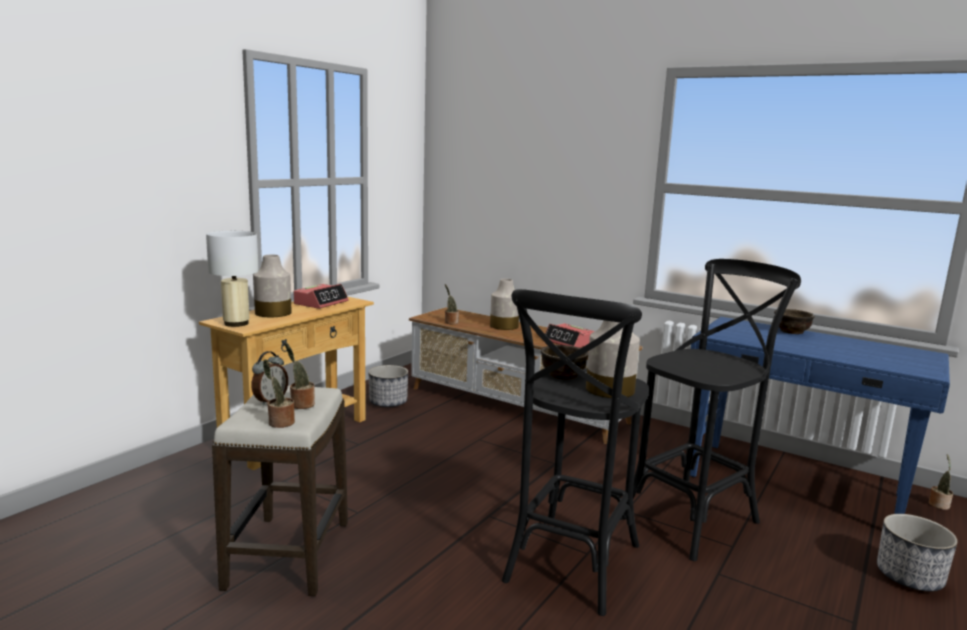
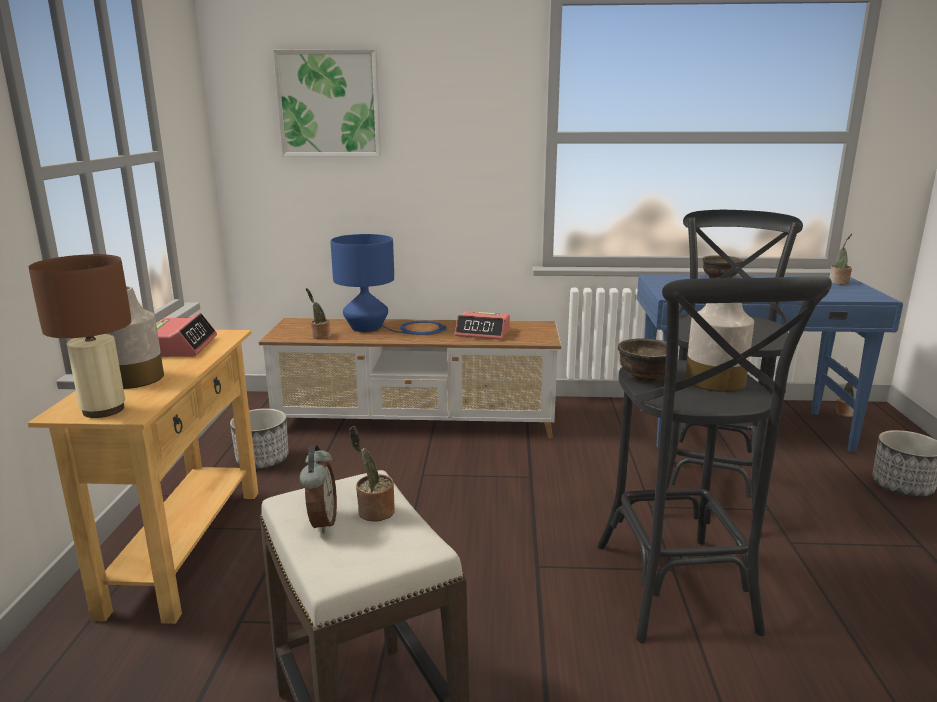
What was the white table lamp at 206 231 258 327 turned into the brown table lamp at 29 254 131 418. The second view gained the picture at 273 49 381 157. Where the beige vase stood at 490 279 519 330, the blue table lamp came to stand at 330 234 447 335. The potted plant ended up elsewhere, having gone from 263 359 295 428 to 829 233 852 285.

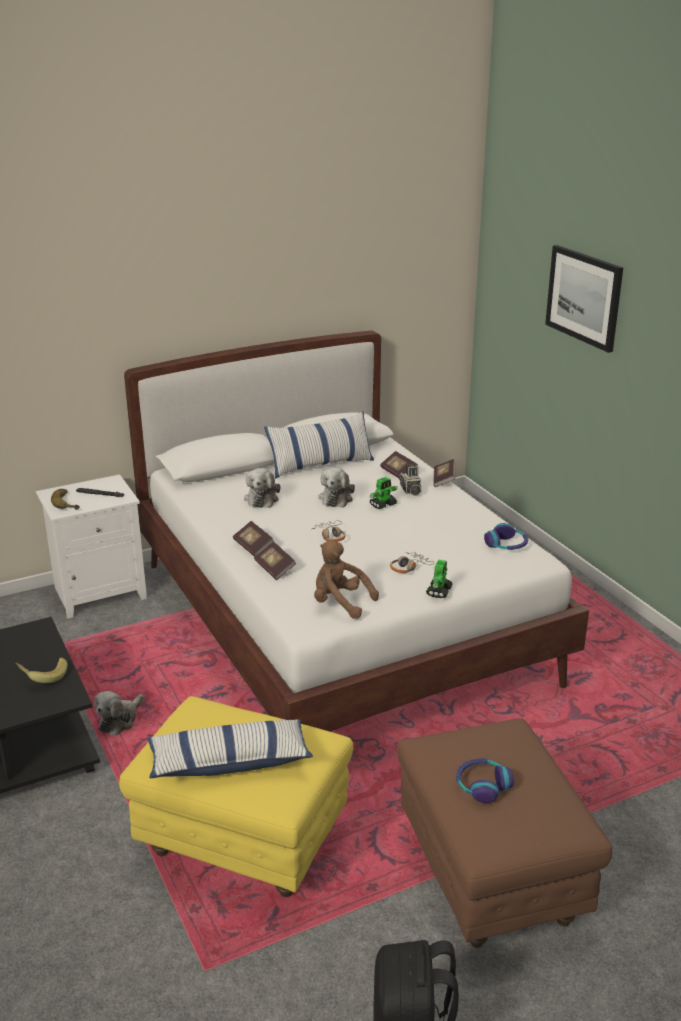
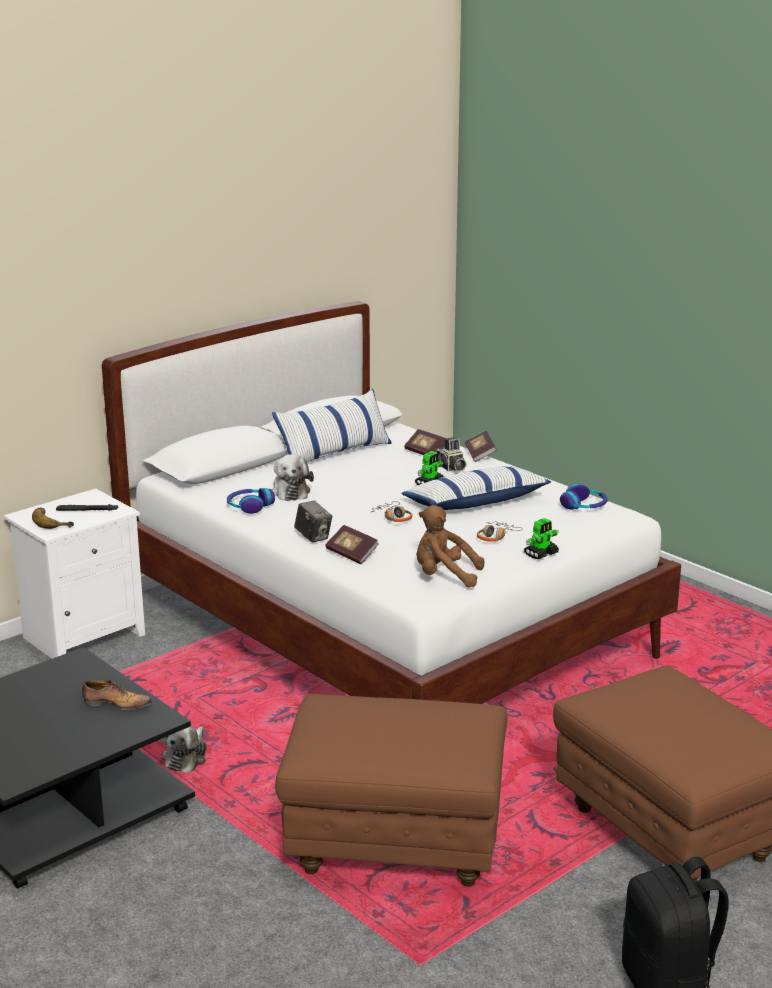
Where the banana stood at 16 657 67 683, the shoe came to stand at 82 680 152 710. The headphones ended up elsewhere, having gone from 456 758 514 803 to 227 488 275 514. What was the yellow ottoman at 119 696 353 897 turned into the brown ottoman at 275 694 508 887. Where the book stood at 233 521 274 557, the photo camera came to stand at 294 500 332 542. The pillow ended up elsewhere, having gone from 148 719 313 778 to 401 467 551 510. The toy robot at 426 559 453 598 ended up facing another way, 45 degrees clockwise from before. The second view lost the plush toy at 319 468 355 508. The second view lost the picture at 545 245 623 353.

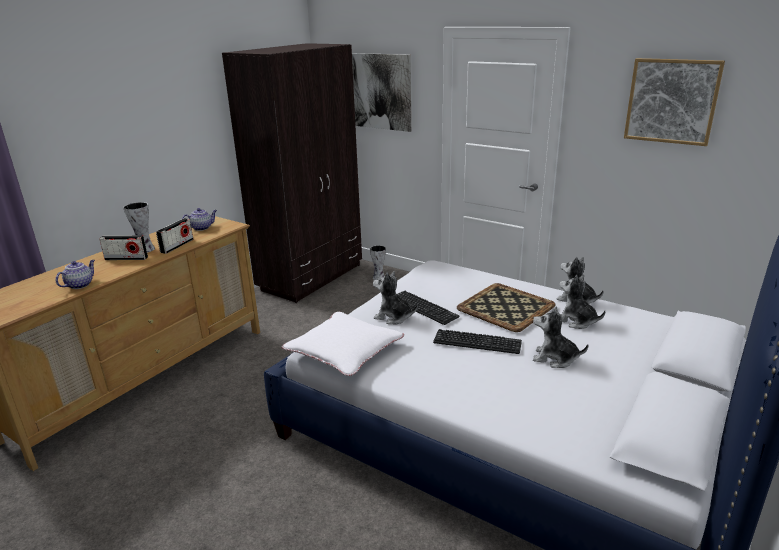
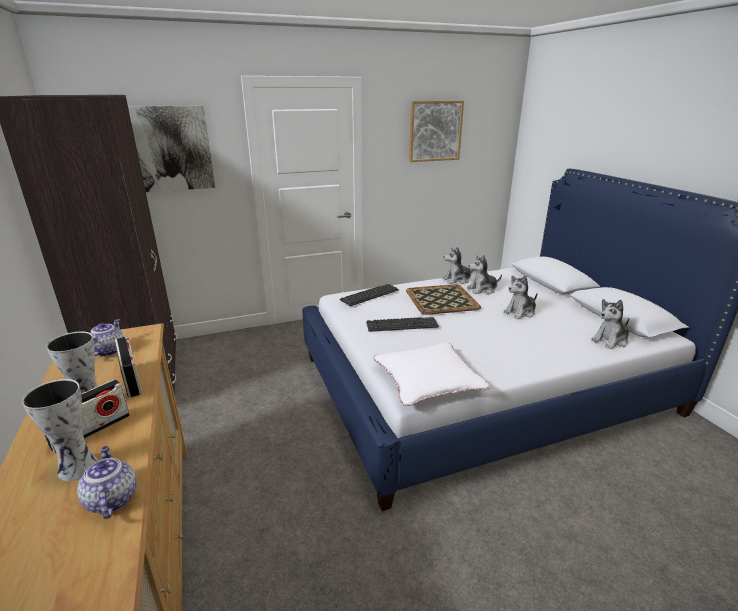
The vase ended up elsewhere, having gone from 370 245 386 280 to 22 379 98 481. The keyboard ended up elsewhere, having gone from 433 329 522 354 to 340 284 399 306. The plush toy ended up elsewhere, having gone from 373 271 418 324 to 591 299 629 349.

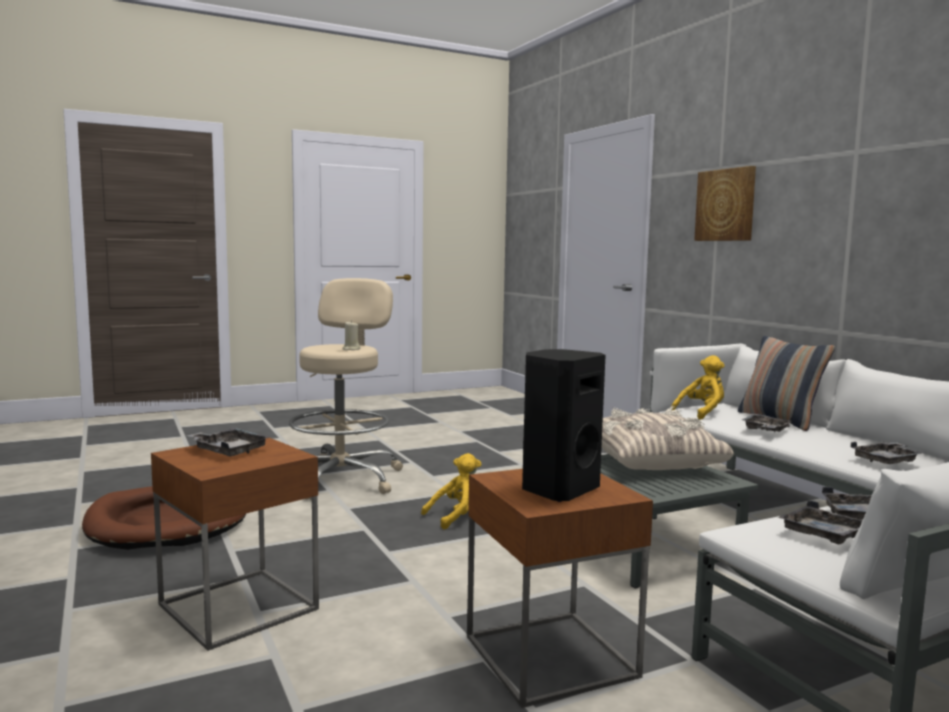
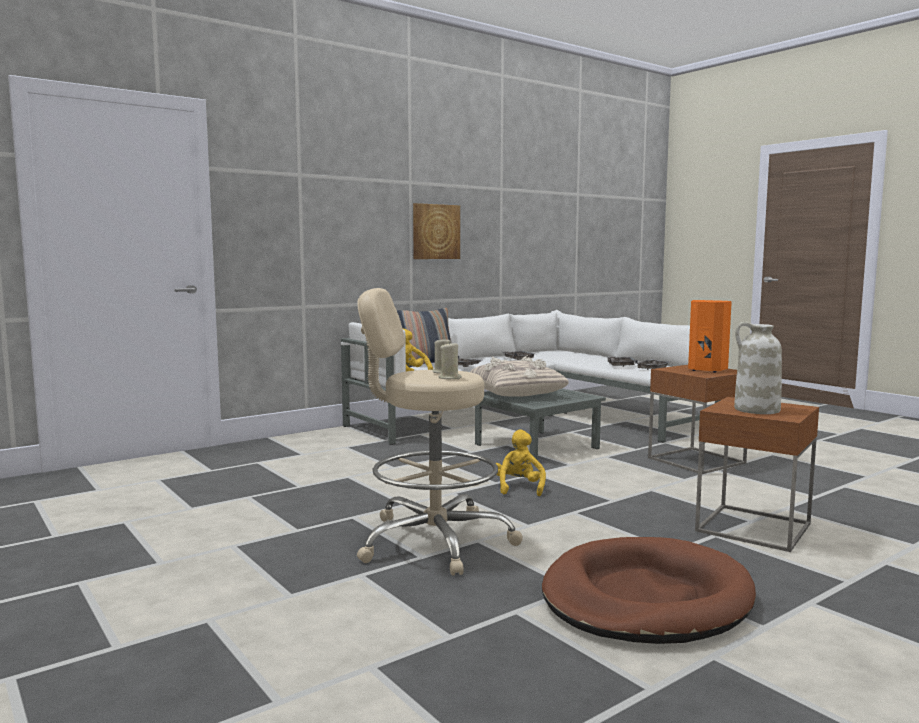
The picture ended up elsewhere, having gone from 694 166 756 241 to 413 203 460 259. The second view gained the beige candle at 439 341 462 379. The yellow plush toy at 421 453 482 529 ended up facing another way, 45 degrees clockwise from before. What was the black speaker at 522 349 606 502 turned into the orange speaker at 688 300 732 372. Where the grey tray stood at 186 428 270 456, the white vase came to stand at 734 322 782 414.

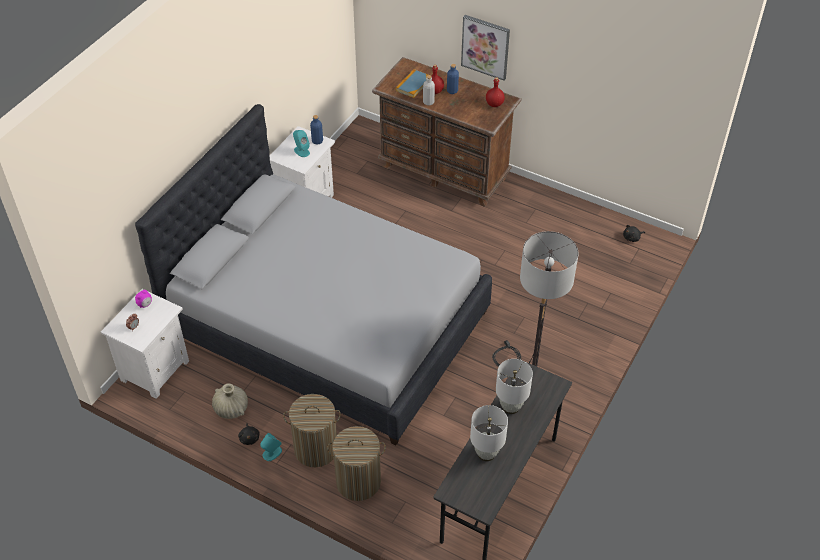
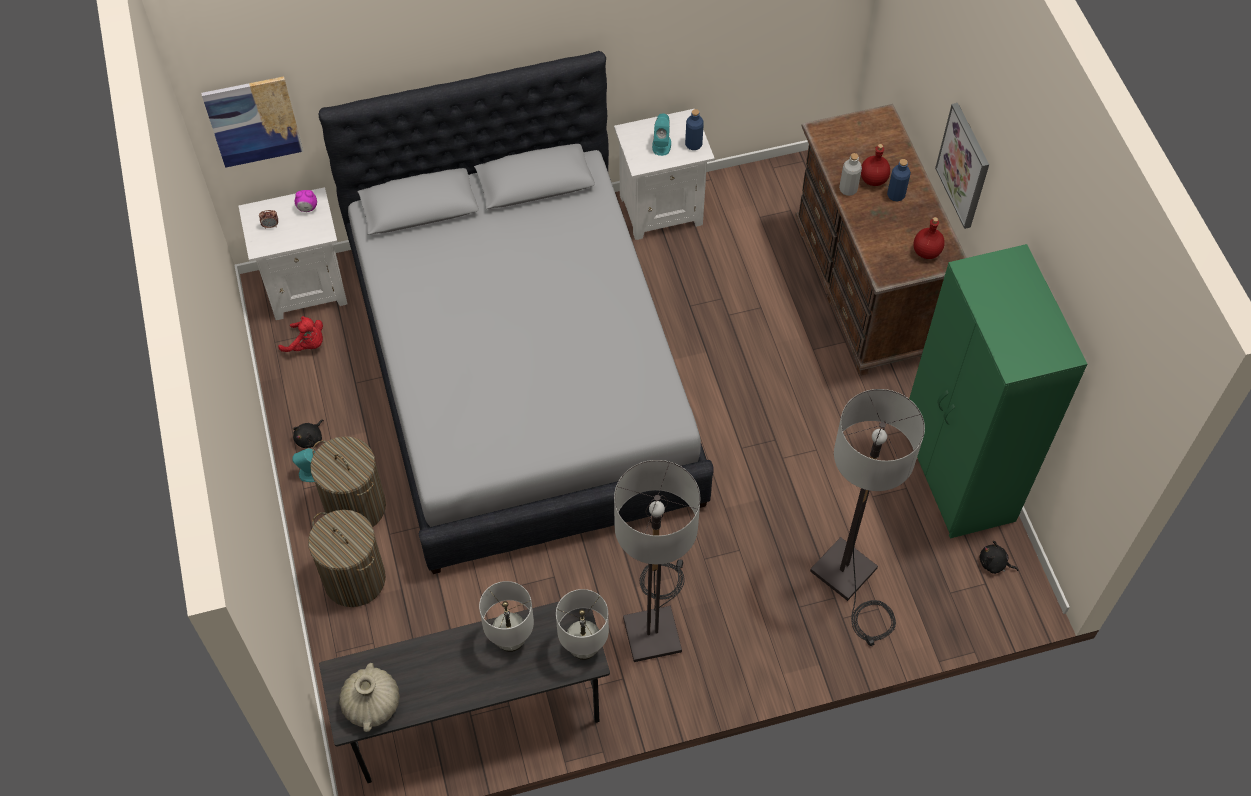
The second view gained the picture at 201 76 304 168. The second view gained the red plush toy at 278 316 323 352. The beige vase ended up elsewhere, having gone from 212 383 248 419 to 339 663 400 732. The white table lamp ended up elsewhere, having gone from 470 405 508 461 to 556 589 609 660. The second view gained the floor lamp at 810 389 925 646. The second view gained the green wardrobe at 909 244 1087 538. The second view lost the book at 396 69 428 98.

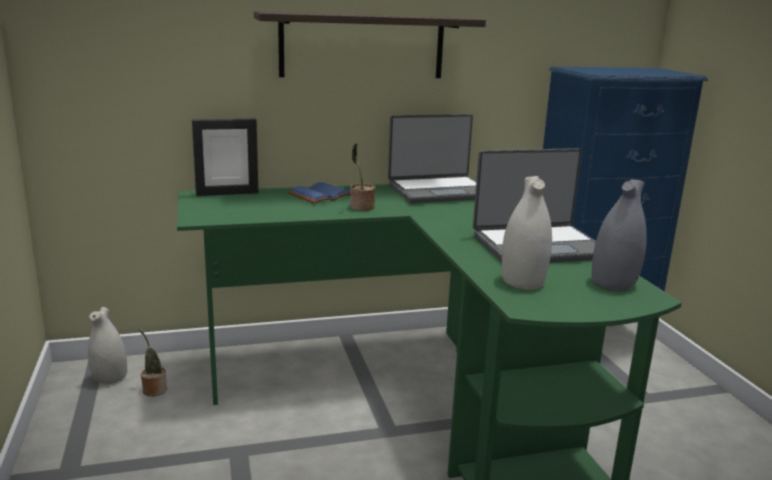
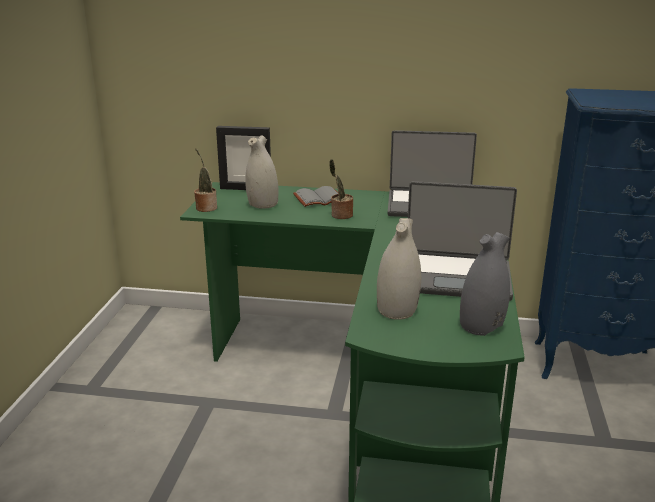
The potted plant ended up elsewhere, having gone from 139 328 167 396 to 194 148 217 212. The white vase ended up elsewhere, having gone from 88 307 127 384 to 245 135 278 209. What was the blue book at 288 182 351 203 turned into the grey book at 293 186 338 207. The second view lost the shelf at 254 11 486 78.

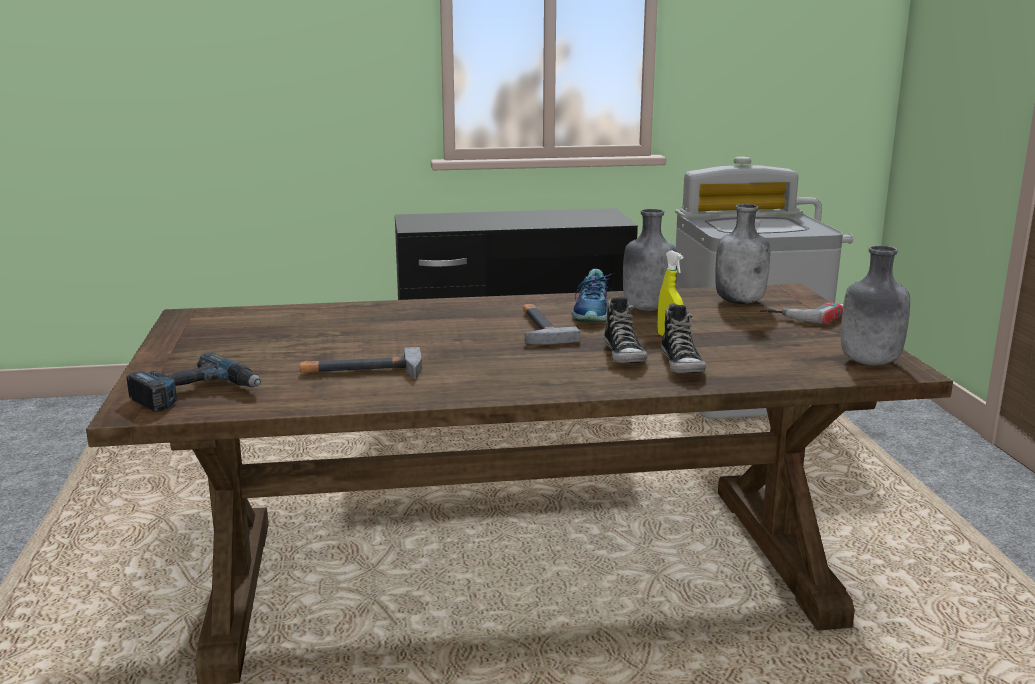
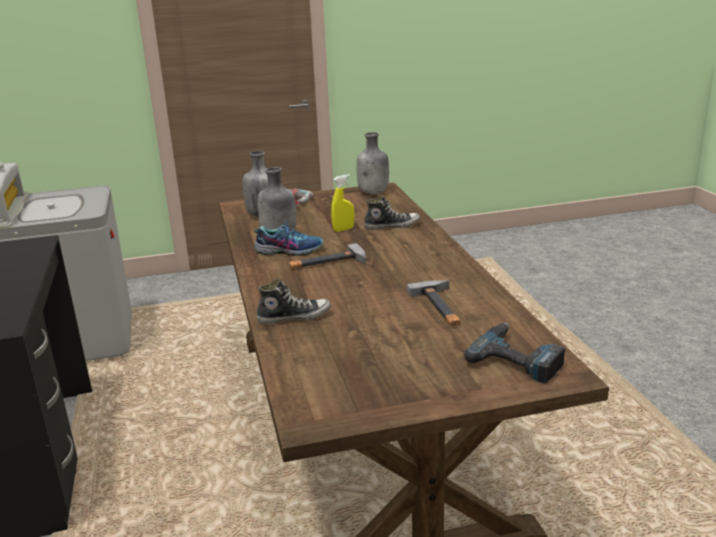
The shoe ended up elsewhere, having gone from 604 296 647 365 to 257 279 331 324.

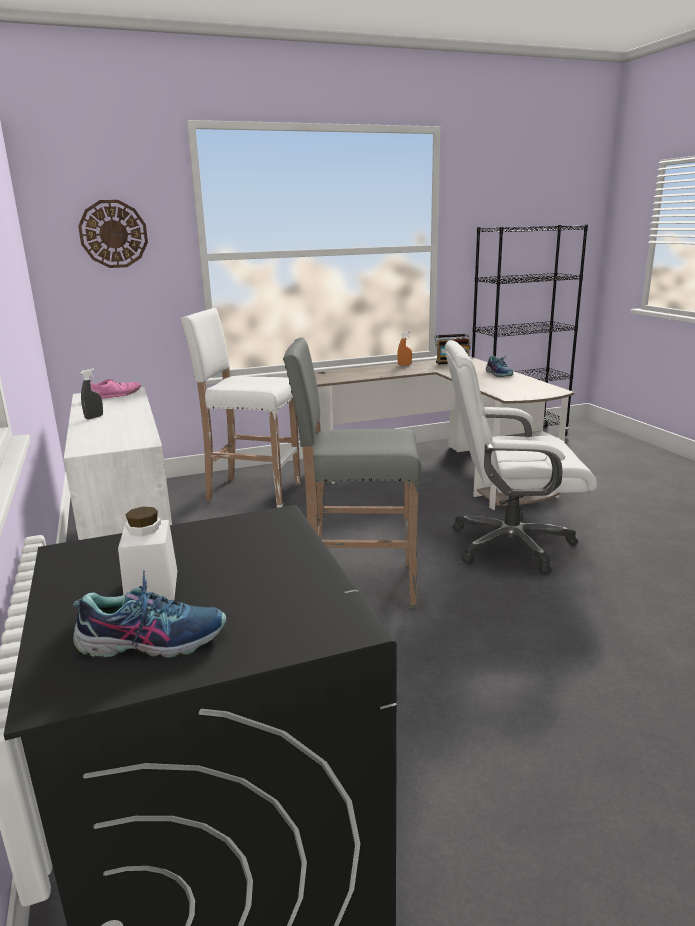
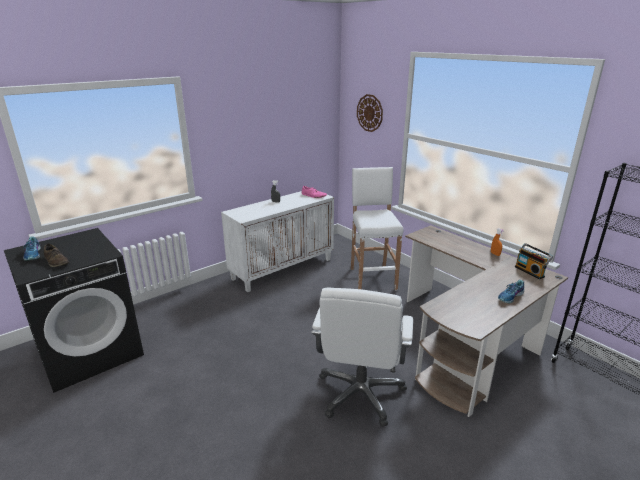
The second view gained the brown shoe at 44 243 70 267. The white office chair at 445 340 597 574 ended up facing another way, 150 degrees counterclockwise from before. The second view lost the white jar at 118 507 177 600. The second view lost the grey stool at 283 338 421 608.

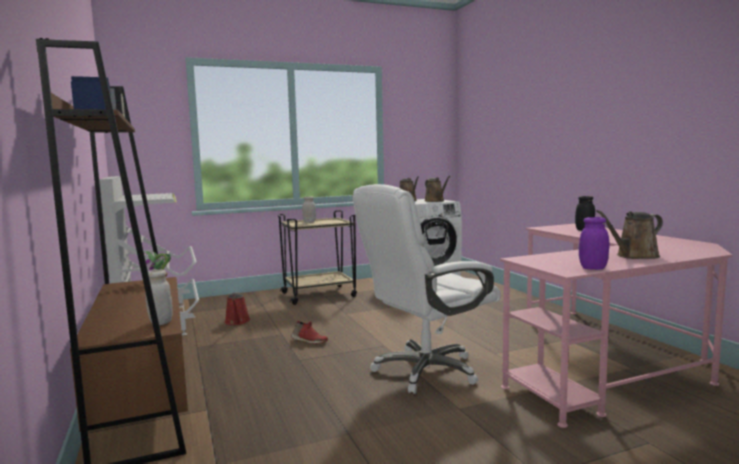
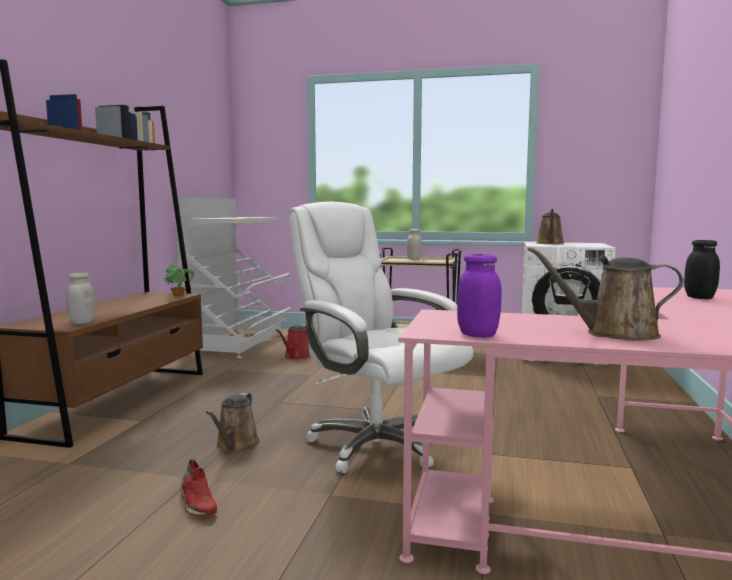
The red shoe ended up elsewhere, having gone from 291 321 328 344 to 180 459 217 516. The brown watering can ended up elsewhere, having gone from 424 176 450 202 to 206 393 260 452. The white office chair at 353 184 501 394 ended up facing another way, 45 degrees clockwise from before.

